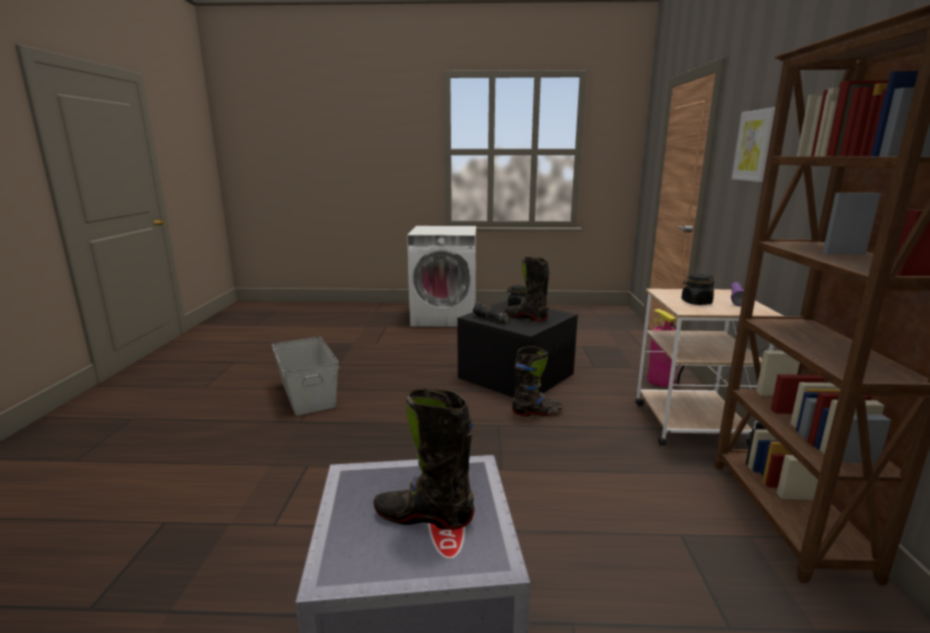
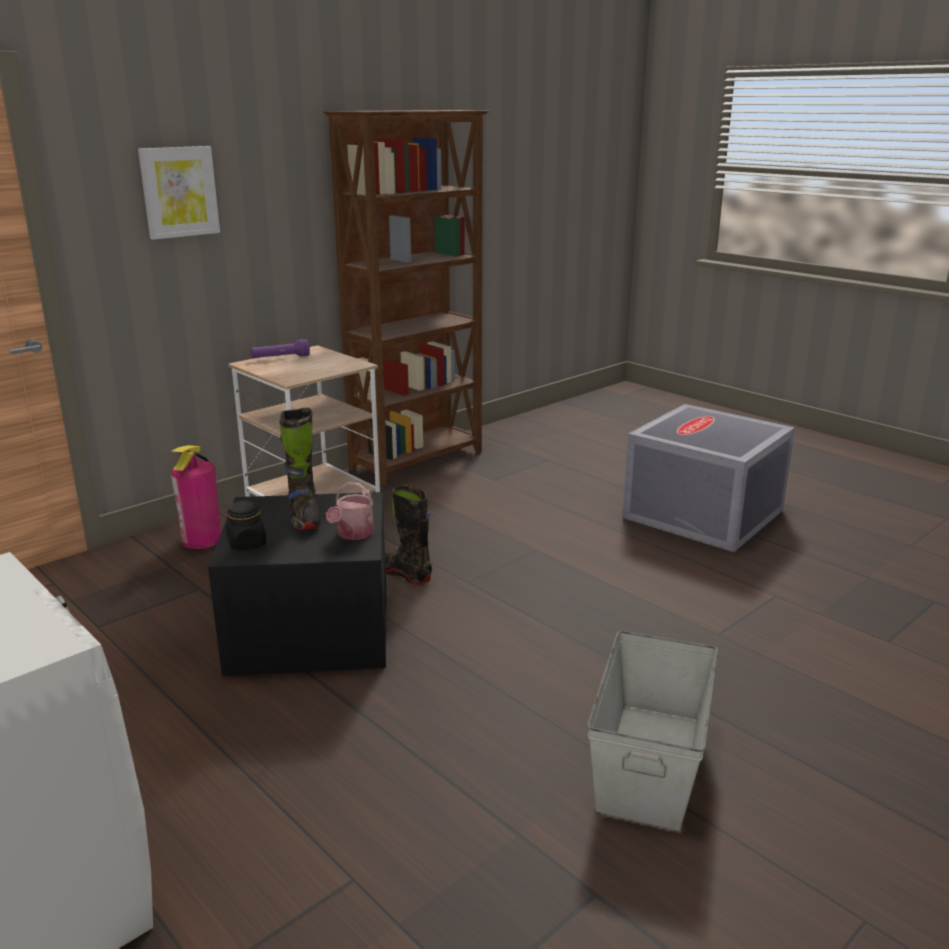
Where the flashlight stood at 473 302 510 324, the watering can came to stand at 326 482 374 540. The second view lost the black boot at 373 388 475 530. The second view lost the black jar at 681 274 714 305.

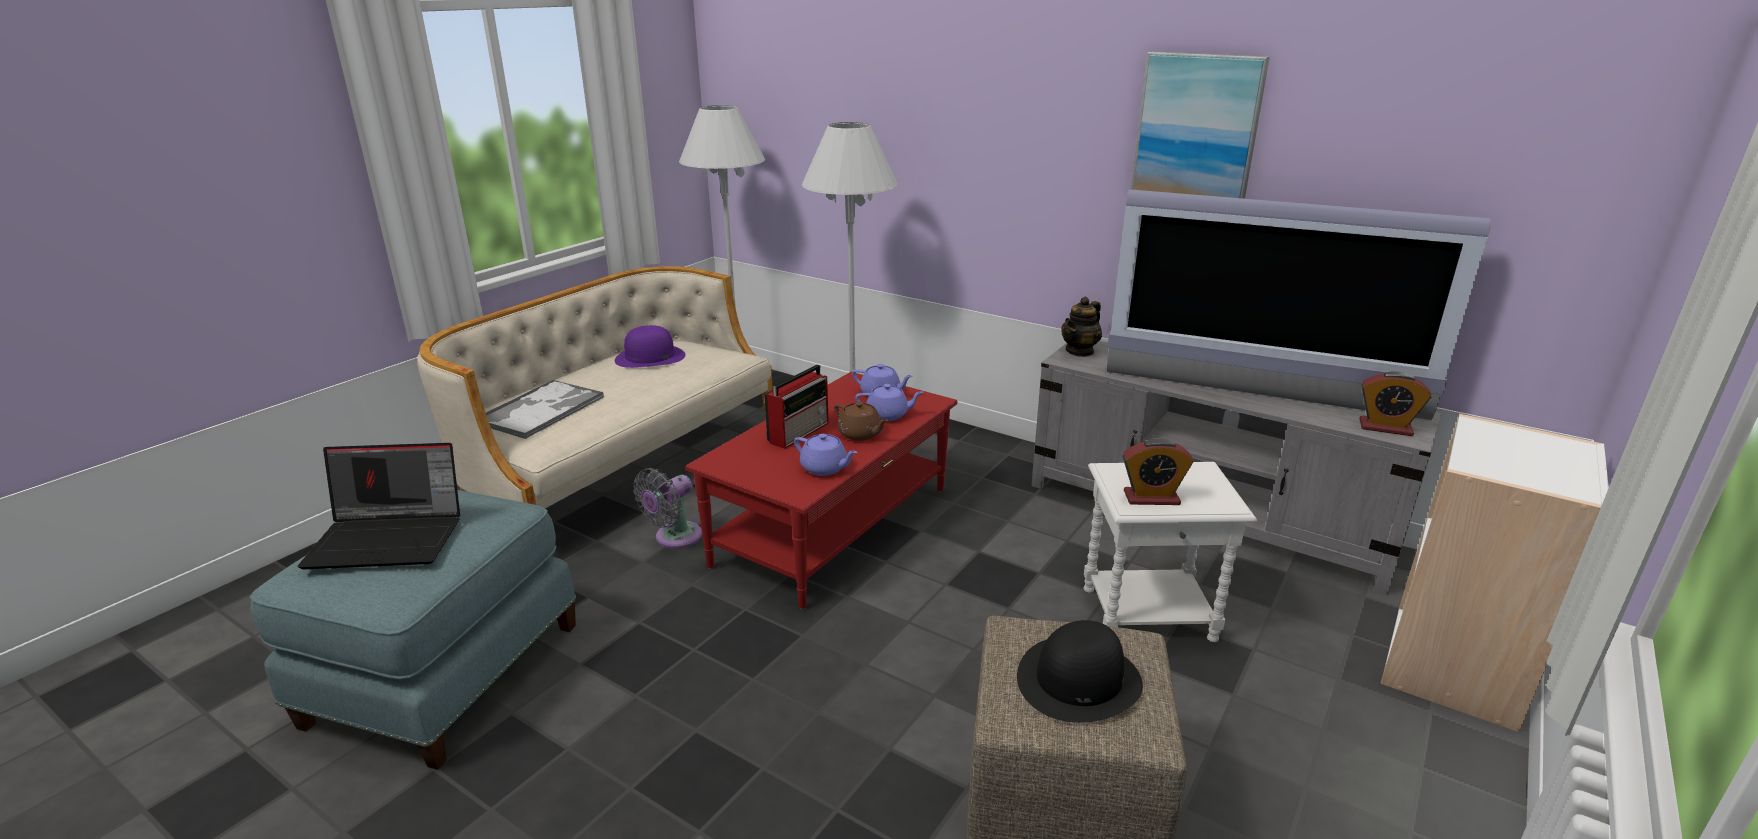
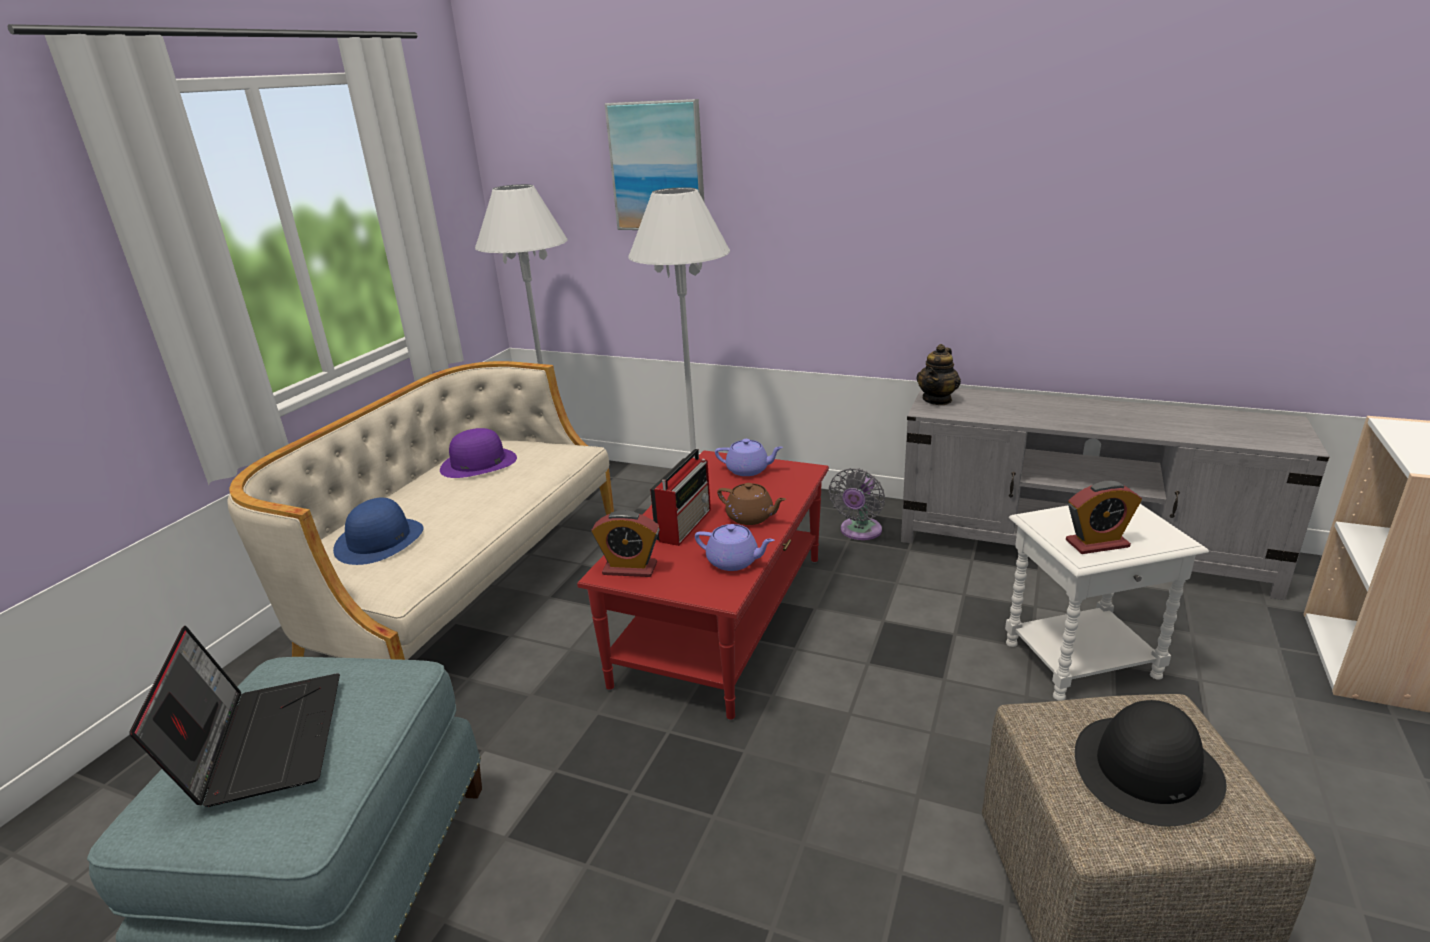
The laptop at 298 443 460 570 ended up facing another way, 90 degrees counterclockwise from before. Where the tray stood at 486 380 604 439, the blue hat came to stand at 333 498 423 565. The alarm clock ended up elsewhere, having gone from 1359 371 1431 436 to 591 510 660 577. The picture ended up elsewhere, having gone from 1131 51 1270 199 to 605 99 704 230. The grey fan ended up elsewhere, having gone from 633 468 702 549 to 829 468 885 540. The second view lost the purple teapot at 855 384 924 421. The second view lost the television at 1107 189 1491 420.

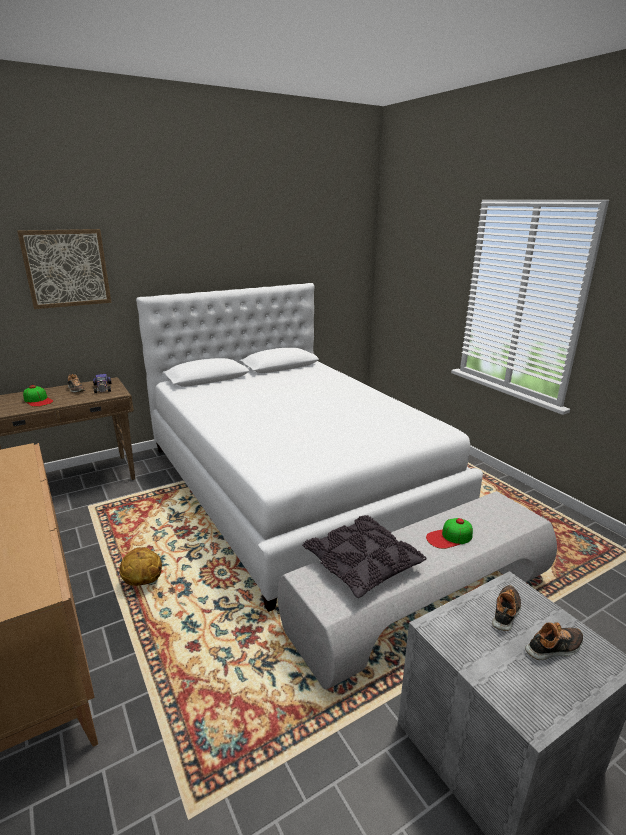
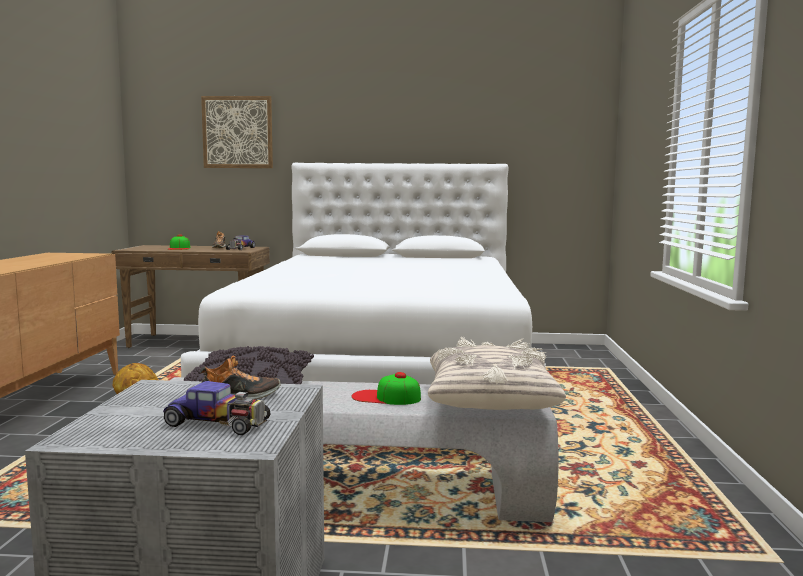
Where the shoe stood at 525 622 583 660, the toy car came to stand at 163 381 270 435. The second view gained the beige pillow at 428 336 566 410.

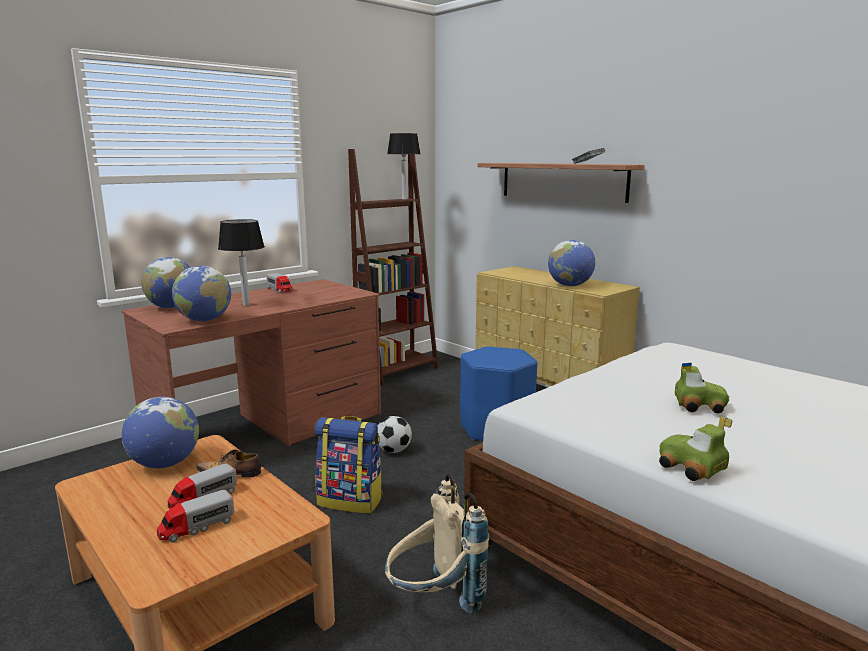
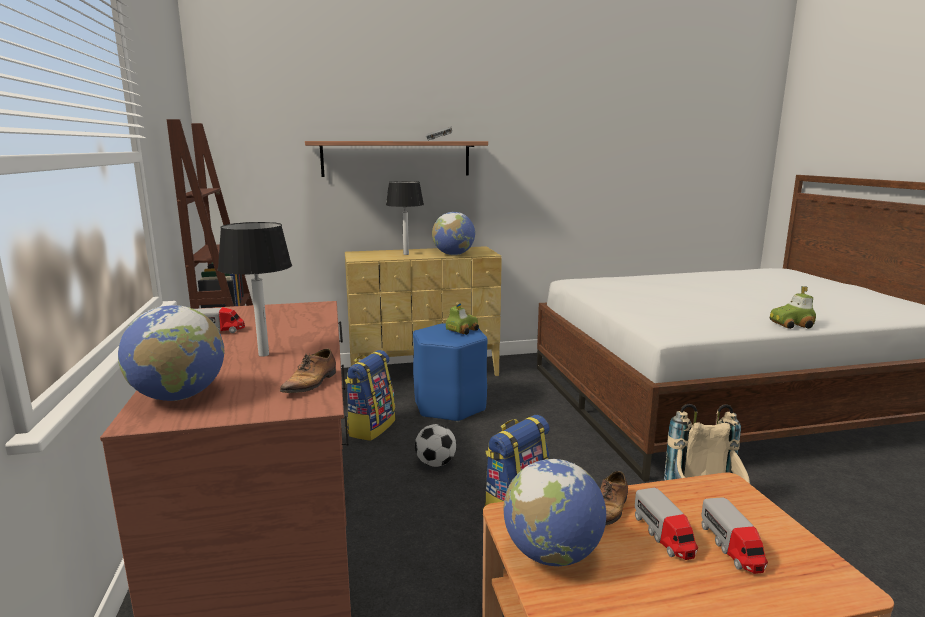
Where the globe stood at 172 266 231 322, the shoe came to stand at 280 348 336 393. The second view gained the backpack at 345 350 396 441. The table lamp ended up elsewhere, having gone from 387 133 420 200 to 386 181 424 255. The toy car ended up elsewhere, having gone from 675 363 729 413 to 446 303 479 335.

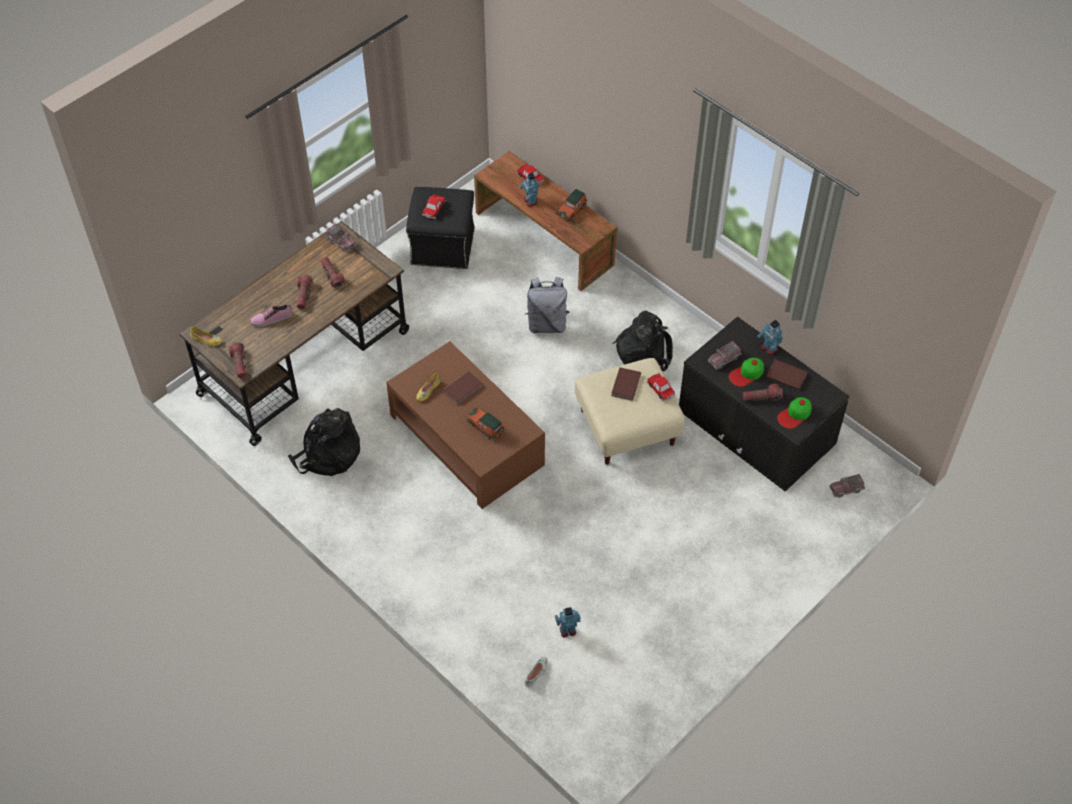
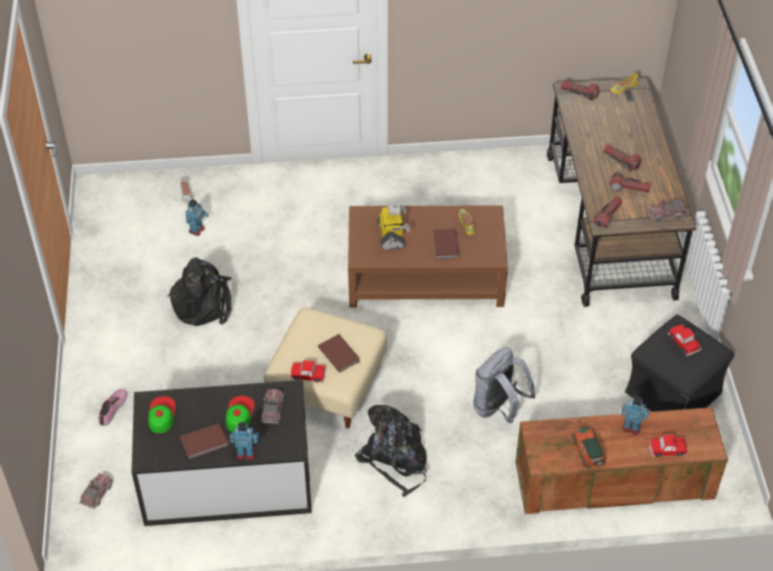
The shoe ended up elsewhere, having gone from 250 304 293 327 to 98 389 127 426. The black backpack ended up elsewhere, having gone from 288 408 360 476 to 167 257 232 326. Where the toy car stood at 466 408 504 439, the toy robot came to stand at 377 202 410 250. The flashlight ended up elsewhere, having gone from 743 384 783 401 to 593 197 622 228.

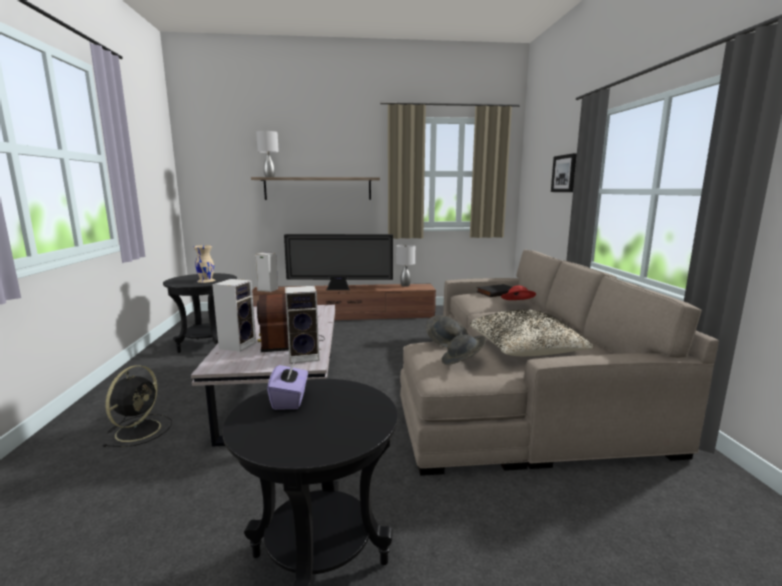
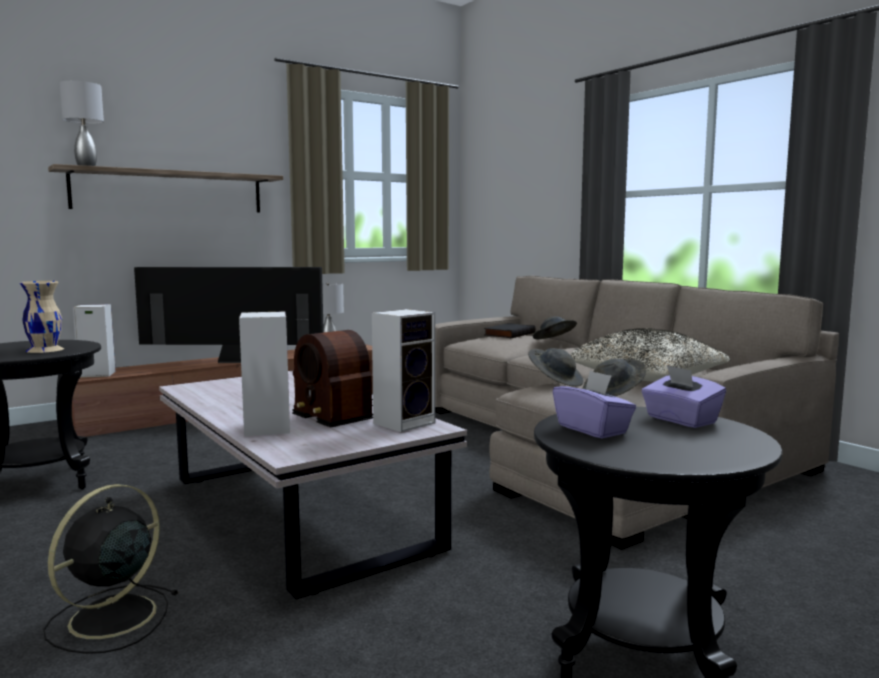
The black fan at 102 365 172 447 ended up facing another way, 135 degrees counterclockwise from before. The television at 284 234 393 290 ended up facing another way, 150 degrees counterclockwise from before. What was the red hat at 501 285 536 300 turned into the grey hat at 533 316 577 339. The second view gained the purple tissue box at 641 365 726 428. The second view lost the picture at 551 153 577 192.

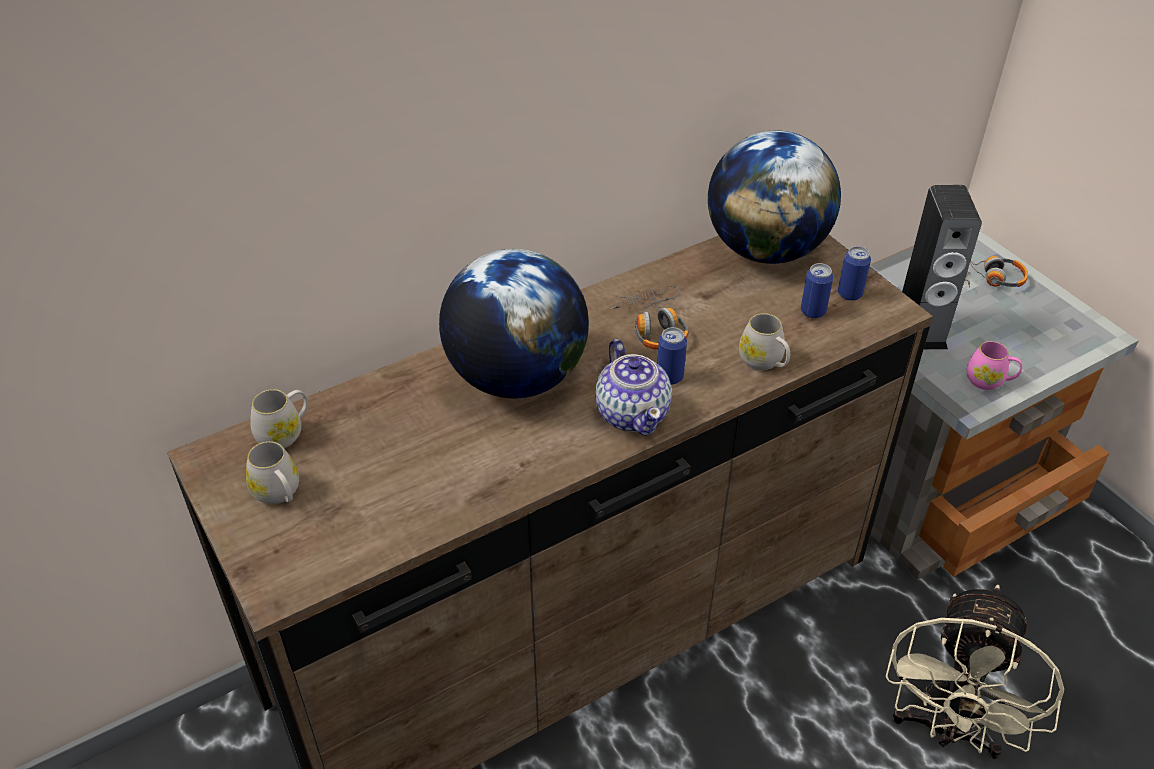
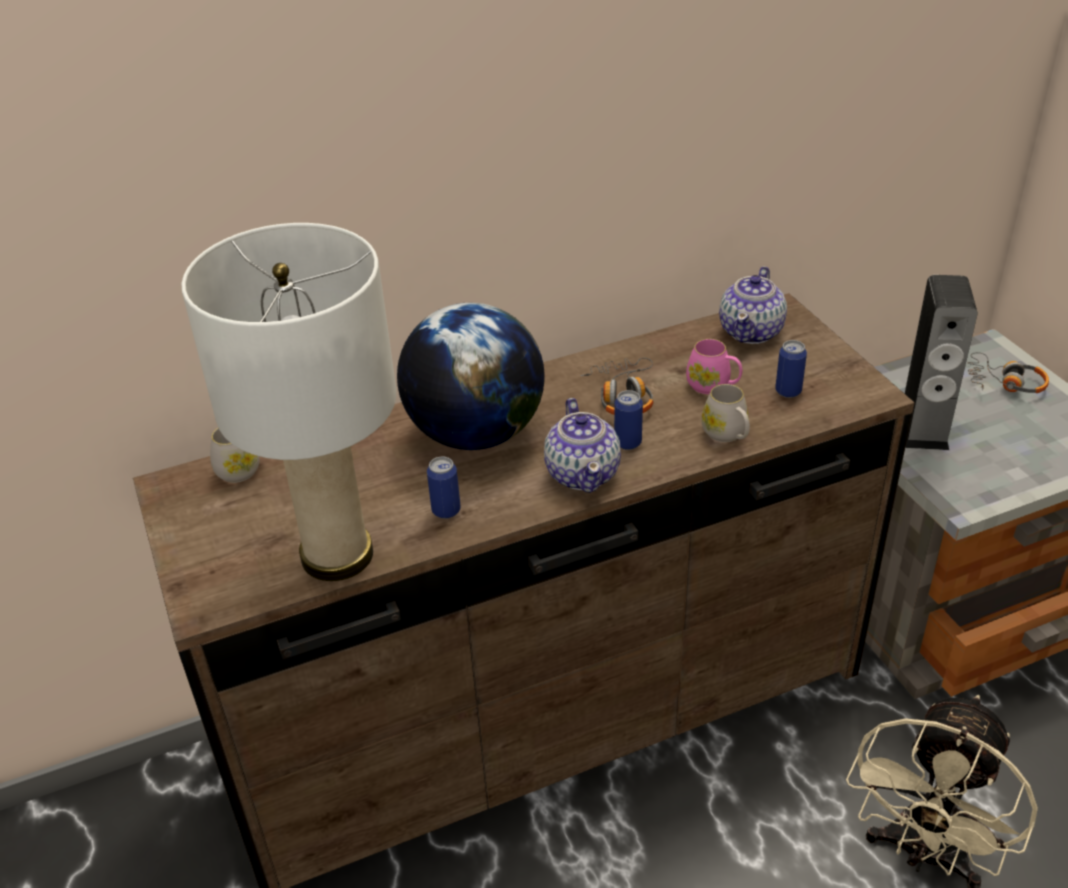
The second view gained the white table lamp at 181 223 396 581. The can ended up elsewhere, having gone from 838 246 871 301 to 427 457 461 519. The pink mug ended up elsewhere, having gone from 966 341 1022 390 to 686 339 742 394. Where the globe stood at 708 131 841 264, the teapot came to stand at 719 266 787 344. The second view lost the white mug at 246 441 299 504.

